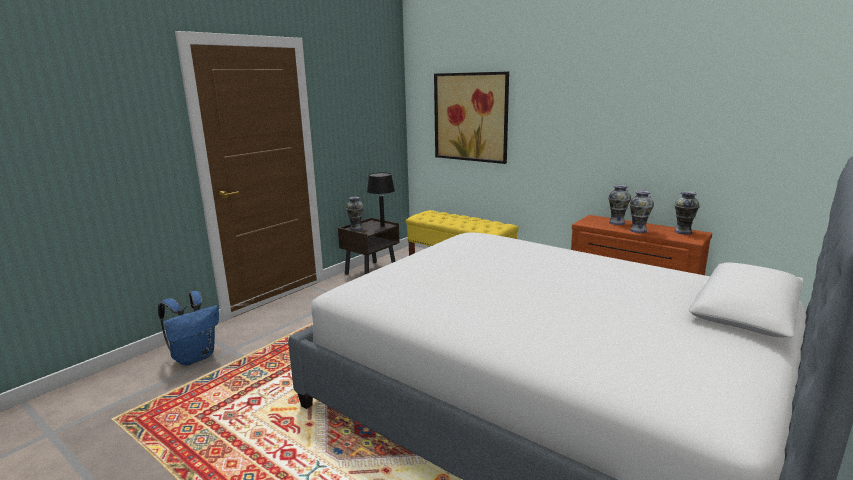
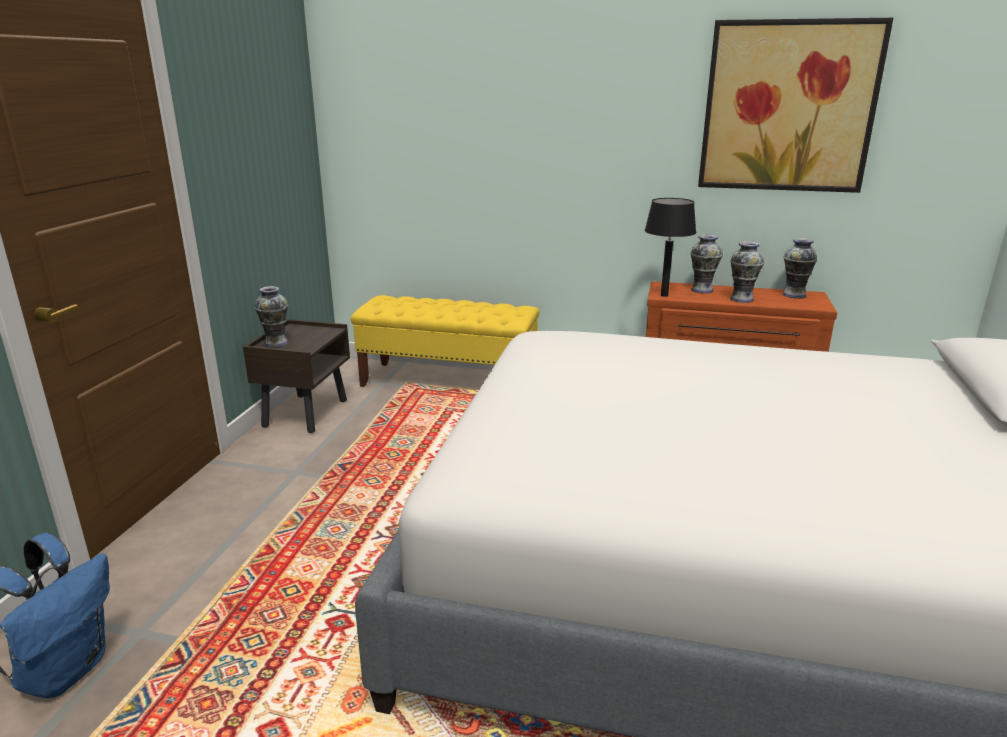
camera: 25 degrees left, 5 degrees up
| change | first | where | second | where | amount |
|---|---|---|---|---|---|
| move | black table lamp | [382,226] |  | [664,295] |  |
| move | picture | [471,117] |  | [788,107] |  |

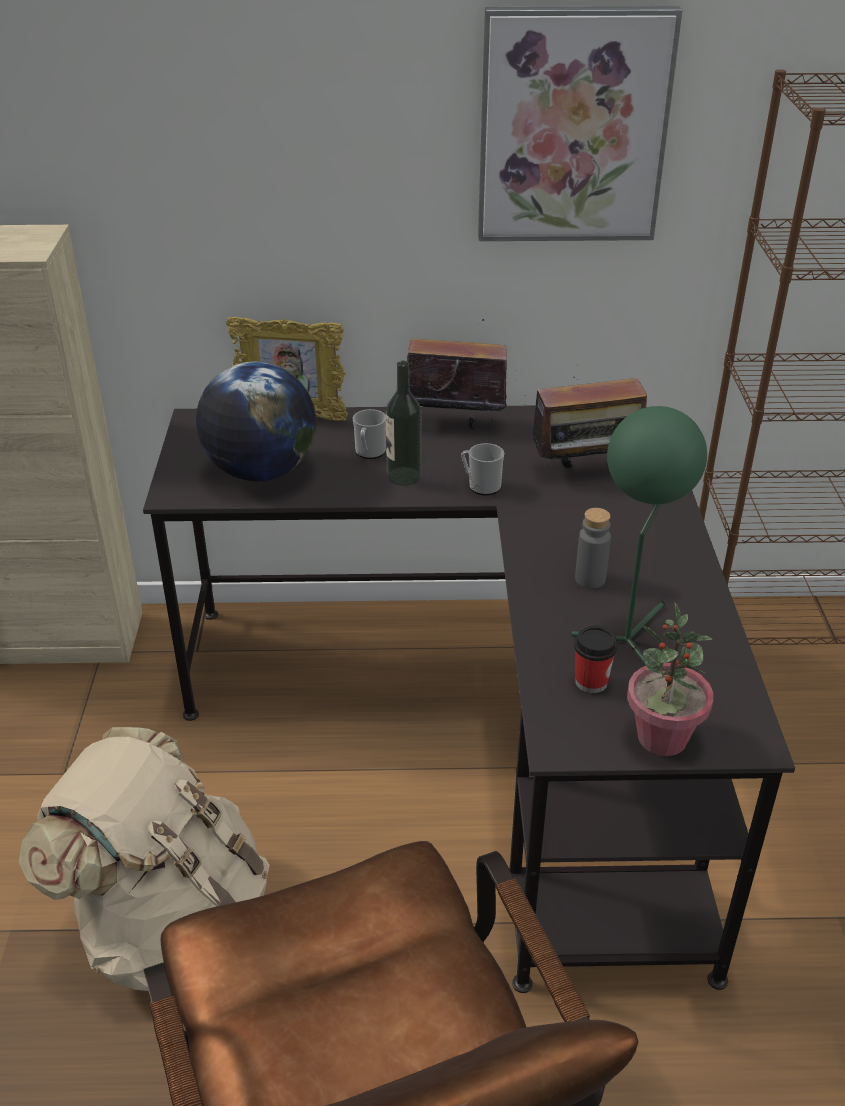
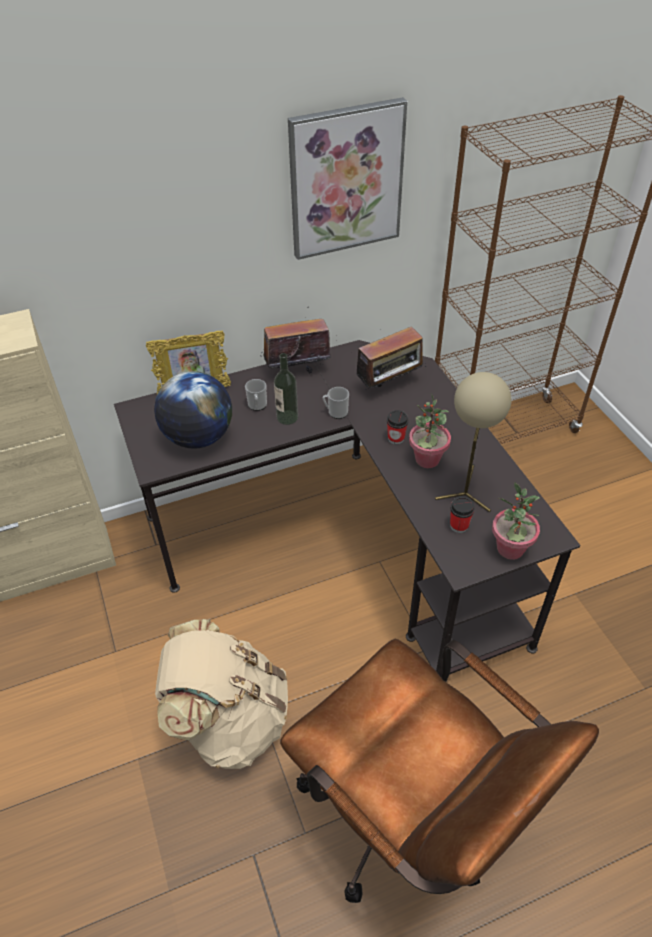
camera: 20 degrees left, 10 degrees up
| change | first | where | second | where | amount |
|---|---|---|---|---|---|
| recolor | green table lamp | [631,636] | beige table lamp | [466,490] |  |
| replace | grey bottle | [590,579] | potted plant | [427,459] |  |
| insert |  |  | cup | [396,438] |  |

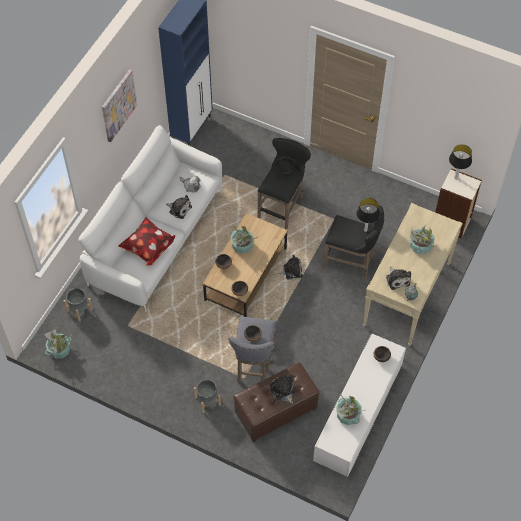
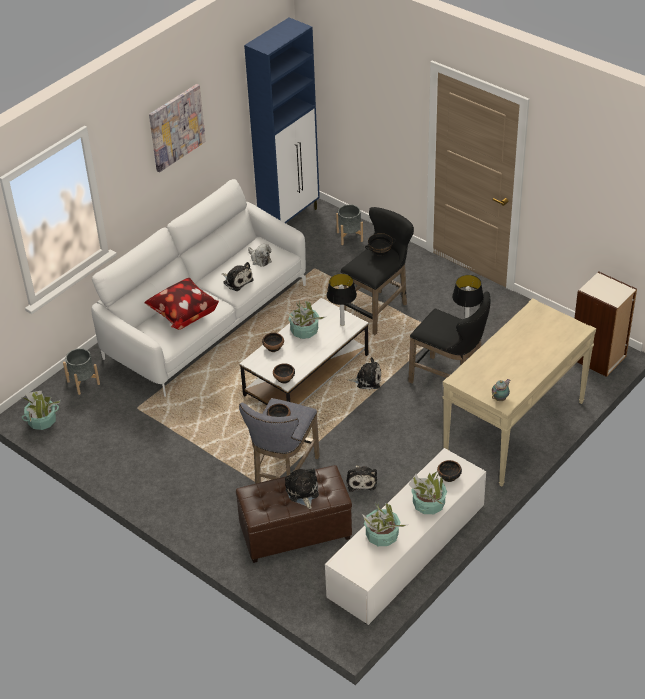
camera: 15 degrees right, 15 degrees down
| change | first | where | second | where | amount |
|---|---|---|---|---|---|
| move | grey planter | [207,400] |  | [349,236] |  |
| recolor | brown coffee table | [245,274] | white coffee table | [306,375] |  |
| move | plush toy | [397,279] |  | [361,481] |  |
| move | potted plant | [420,246] |  | [428,504] |  |
| move | table lamp | [455,178] |  | [342,324] |  |

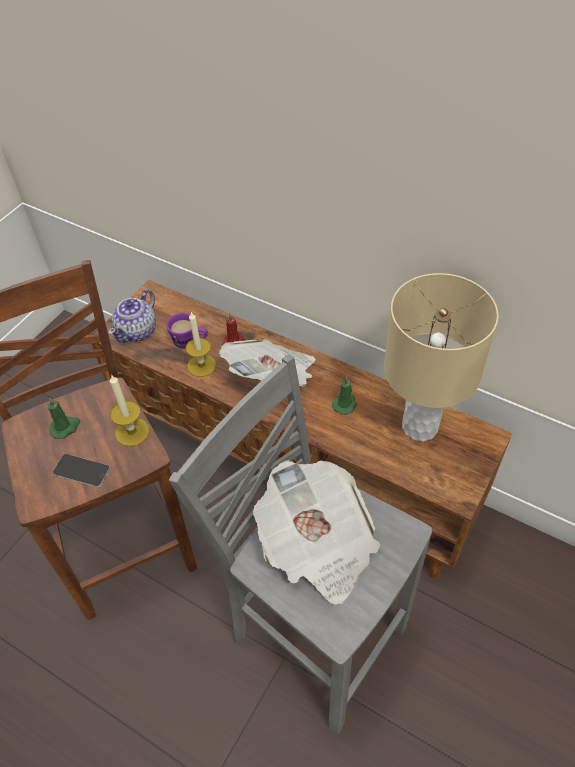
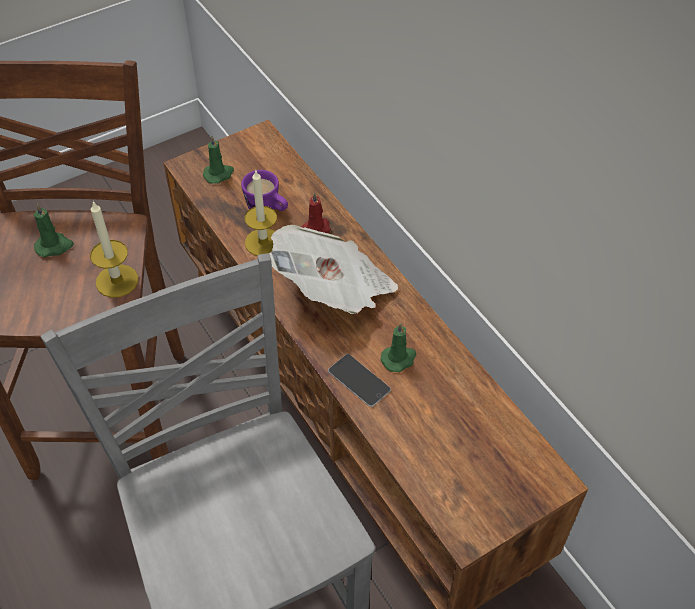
camera: 25 degrees right, 0 degrees up
| change | first | where | second | where | amount |
|---|---|---|---|---|---|
| move | phone | [81,470] |  | [359,380] |  |
| replace | teapot | [137,331] | green candle | [219,174] |  |
| delete | newspaper | [318,545] |  |  |  |
| delete | beige table lamp | [419,427] |  |  |  |

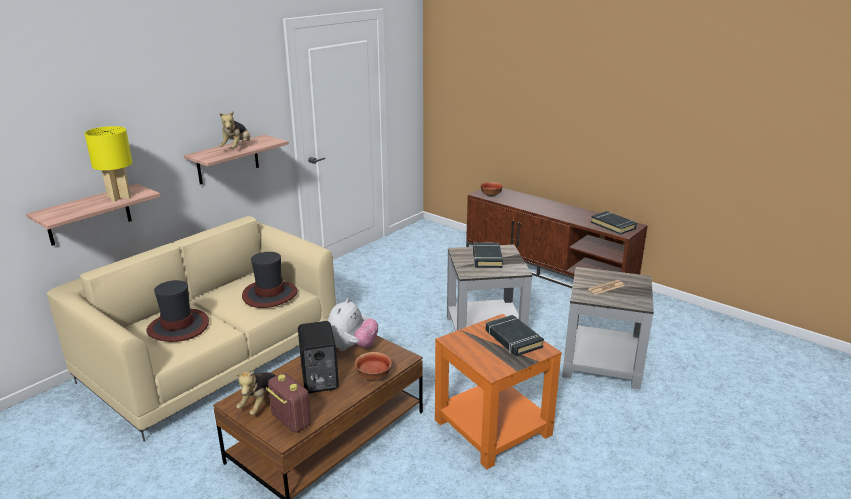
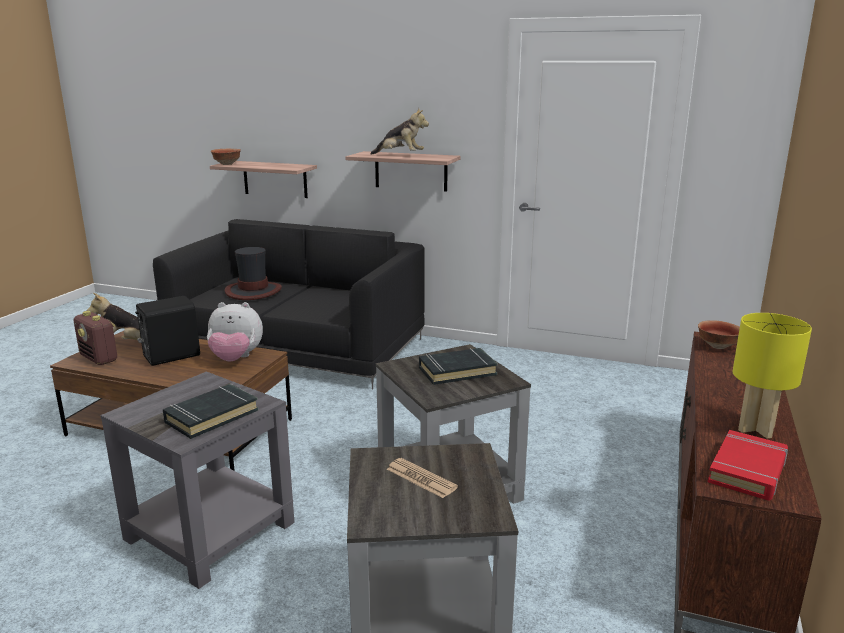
camera: 70 degrees right, 5 degrees down
| change | first | where | second | where | amount |
|---|---|---|---|---|---|
| recolor | beige sofa | [212,356] | black sofa | [299,347] |  |
| move | yellow table lamp | [119,197] |  | [756,428] |  |
| rotate | plush toy | [237,148] |  | [400,155] | 150 degrees counterclockwise |
| delete | hat | [270,295] |  |  |  |
| rotate | radio | [291,420] |  | [99,359] | 105 degrees clockwise |
| move | bowl | [374,376] |  | [227,164] |  |
| recolor | orange side table | [494,427] | grey side table | [210,532] |  |
| recolor | black book | [613,225] | red book | [748,471] |  |

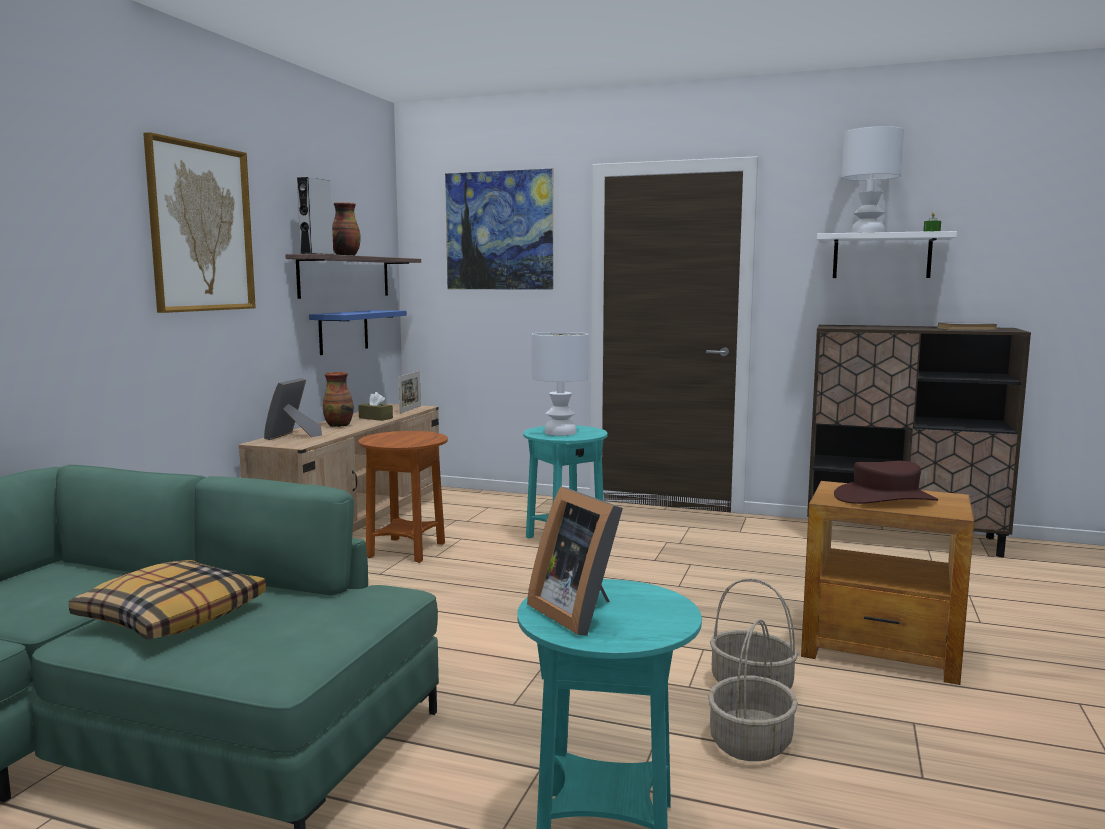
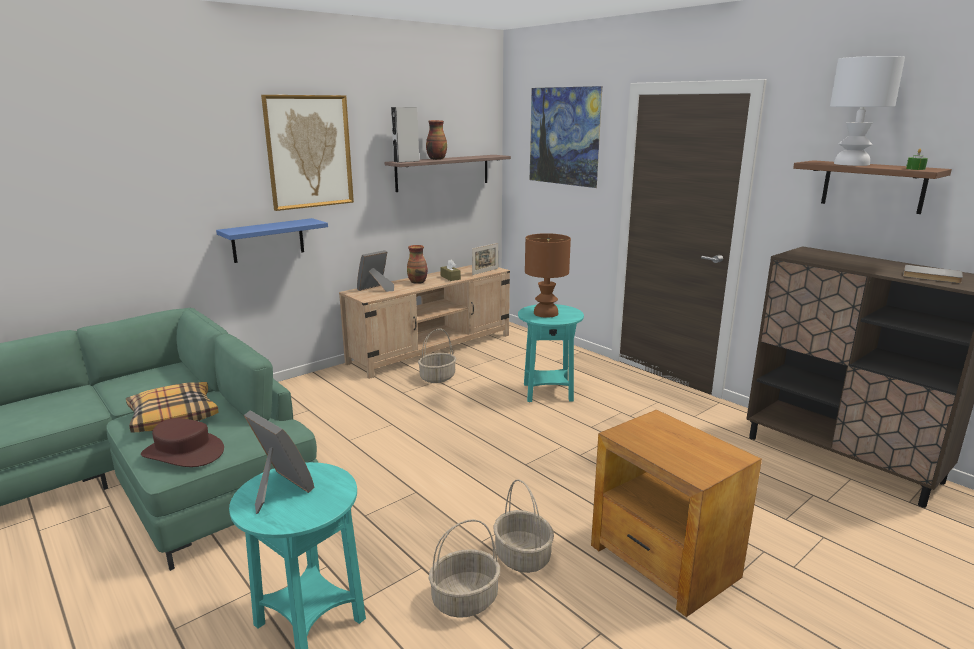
camera: 30 degrees right, 10 degrees up
| change | first | where | second | where | amount |
|---|---|---|---|---|---|
| move | blue shelf | [343,331] |  | [268,240] |  |
| replace | brown side table | [406,551] | basket | [437,378] |  |
| rotate | picture frame | [579,612] |  | [278,490] | 135 degrees clockwise |
| recolor | white table lamp | [559,432] | brown table lamp | [545,313] |  |
| recolor | white shelf | [881,256] | brown shelf | [873,186] |  |
| move | brown hat | [885,498] |  | [184,452] |  |

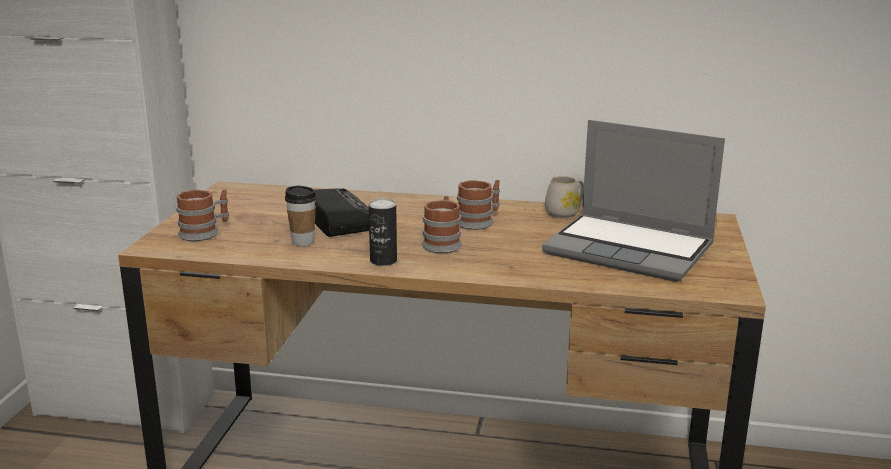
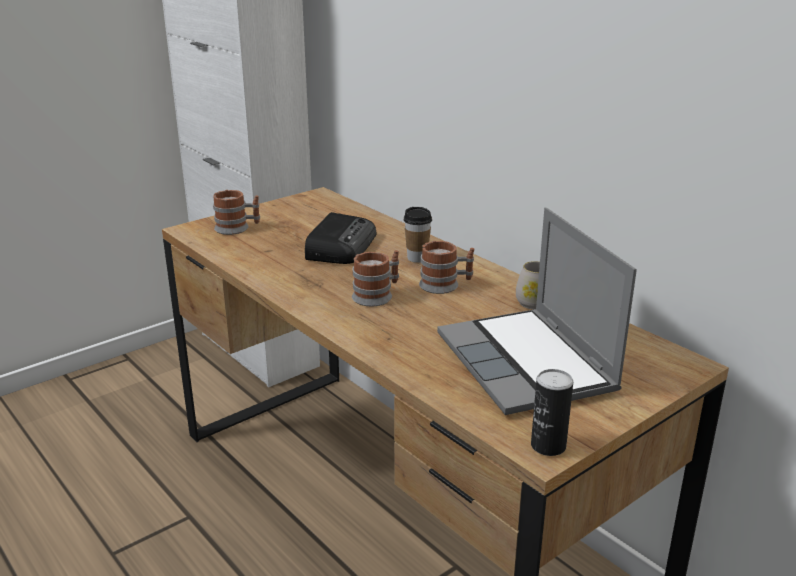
camera: 40 degrees right, 5 degrees up
| change | first | where | second | where | amount |
|---|---|---|---|---|---|
| move | cup | [303,241] |  | [417,258] |  |
| move | can | [383,261] |  | [548,446] |  |

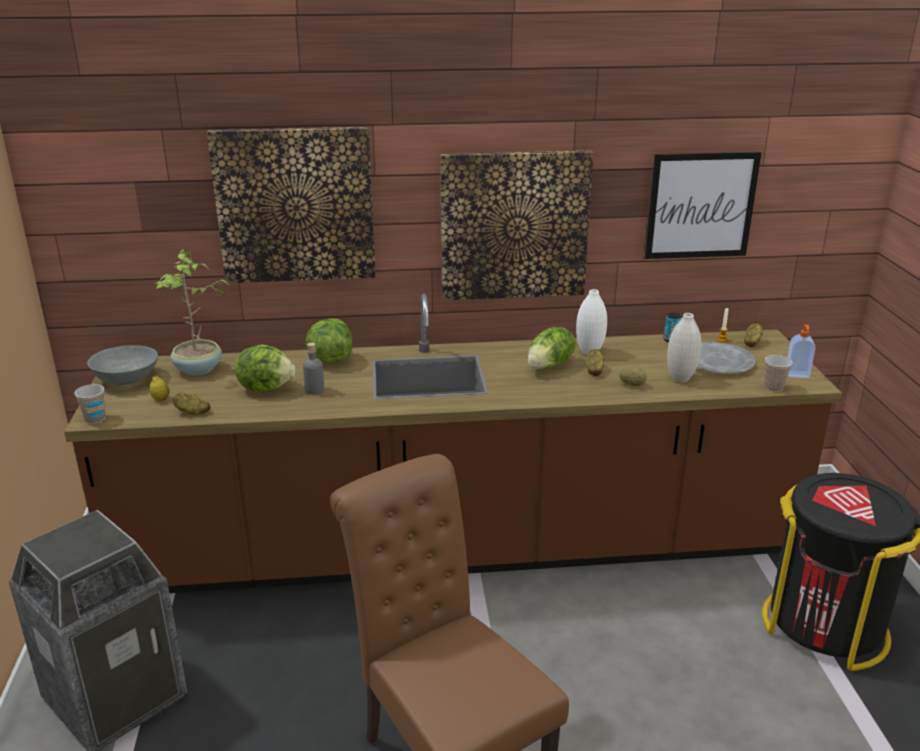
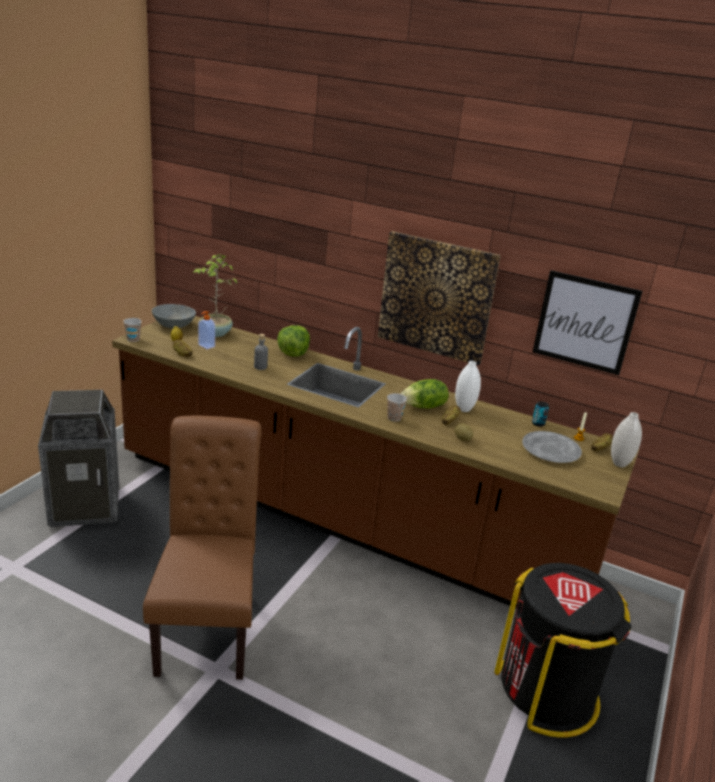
camera: 30 degrees right, 0 degrees up
| change | first | where | second | where | amount |
|---|---|---|---|---|---|
| delete | picture | [295,205] |  |  |  |
| delete | lettuce | [266,388] |  |  |  |
| move | white vase | [680,379] |  | [619,464] |  |
| move | cup | [773,388] |  | [394,418] |  |
| move | soap dispenser | [797,374] |  | [206,346] |  |

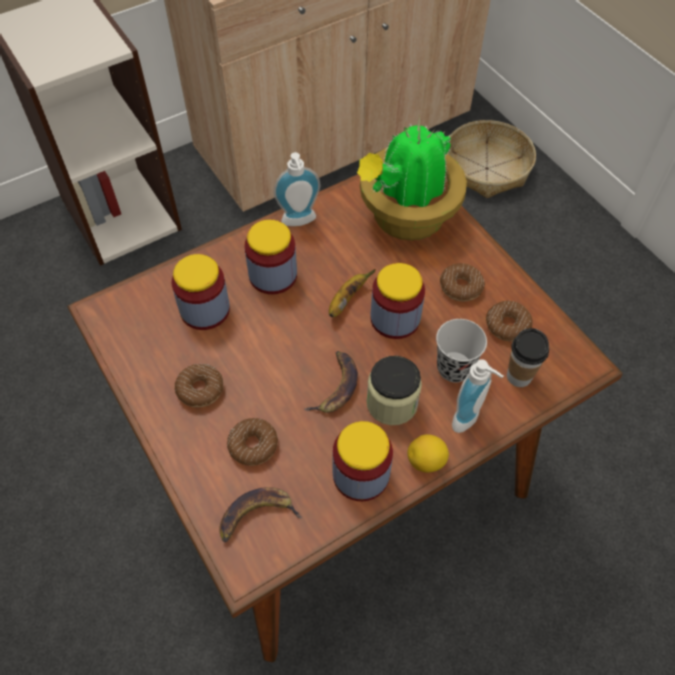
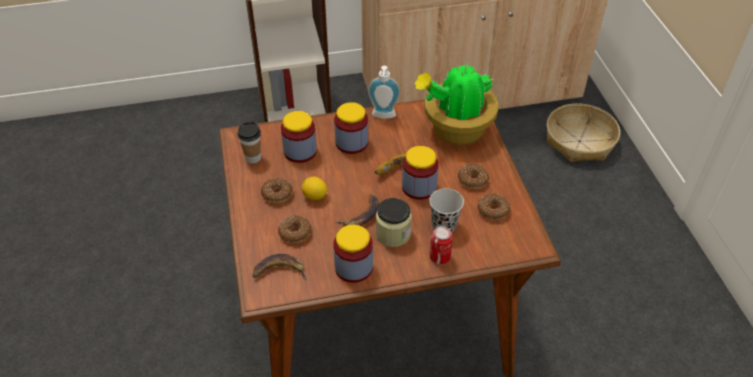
camera: 20 degrees right, 10 degrees down
| change | first | where | second | where | amount |
|---|---|---|---|---|---|
| move | lemon | [426,461] |  | [314,196] |  |
| replace | soap dispenser | [470,419] | can | [439,257] |  |
| move | cup | [519,376] |  | [253,158] |  |

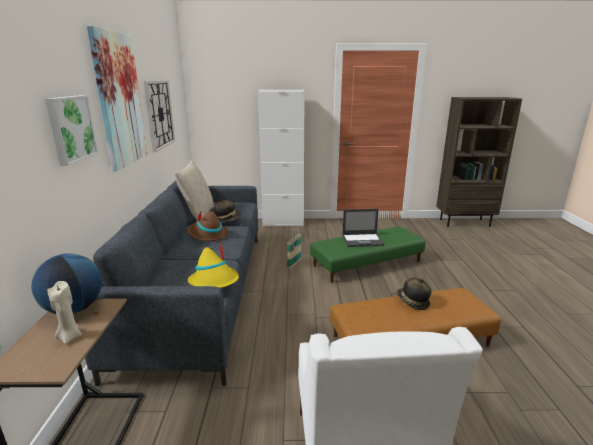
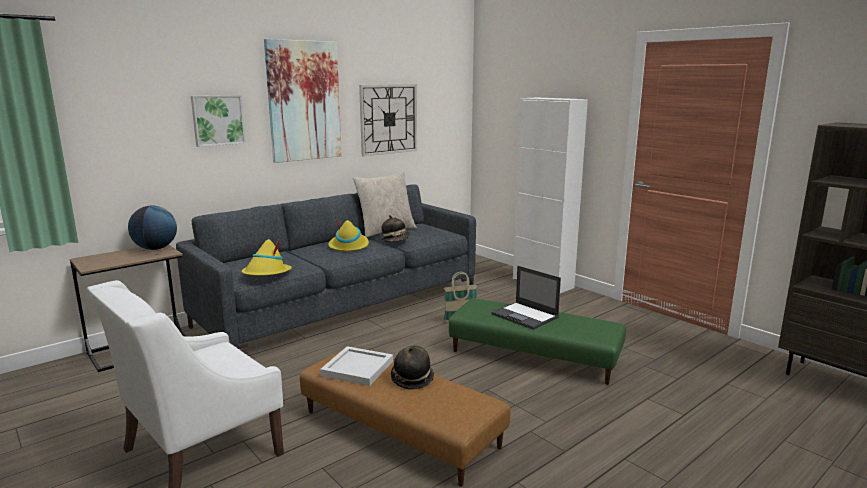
camera: 50 degrees right, 5 degrees down
| change | first | where | second | where | amount |
|---|---|---|---|---|---|
| delete | beige candle | [69,337] |  |  |  |
| recolor | brown hat | [207,234] | yellow hat | [348,246] |  |
| insert |  |  | white tray | [359,368] |  |

